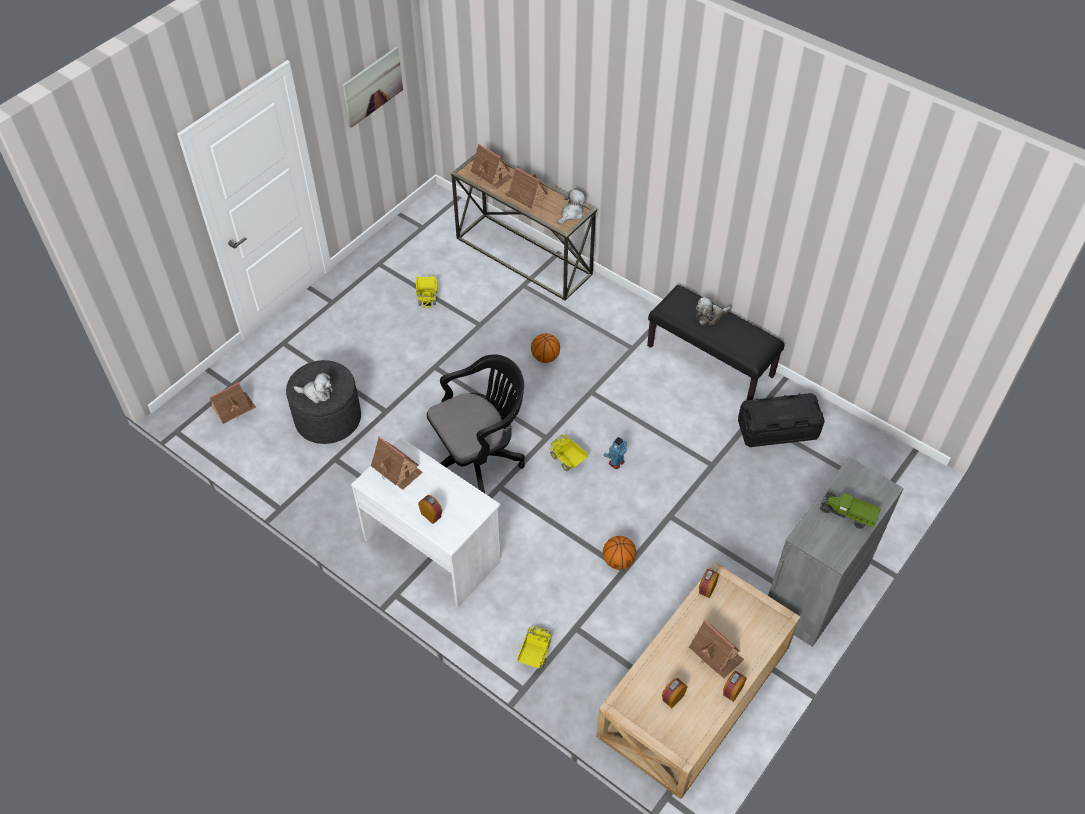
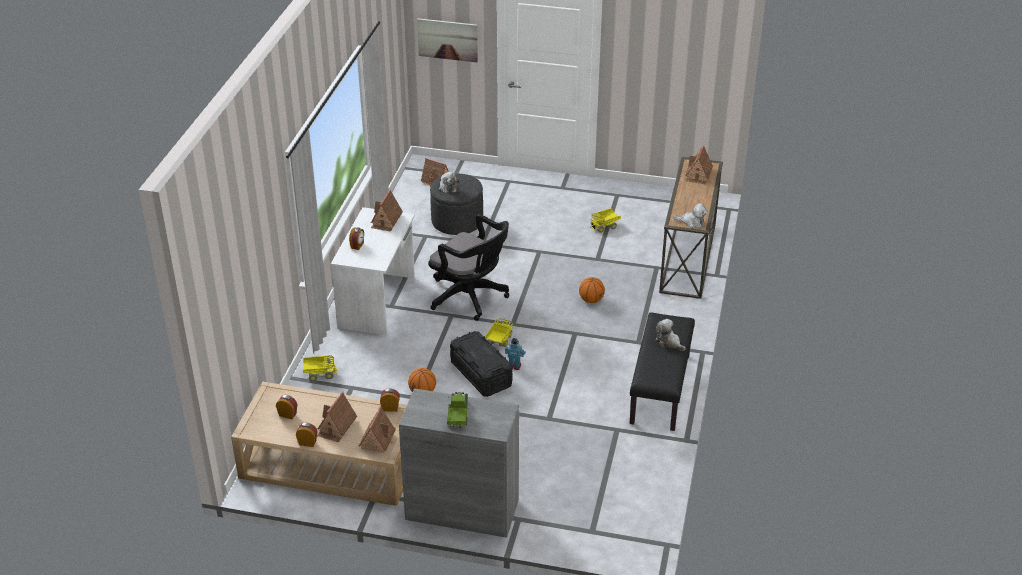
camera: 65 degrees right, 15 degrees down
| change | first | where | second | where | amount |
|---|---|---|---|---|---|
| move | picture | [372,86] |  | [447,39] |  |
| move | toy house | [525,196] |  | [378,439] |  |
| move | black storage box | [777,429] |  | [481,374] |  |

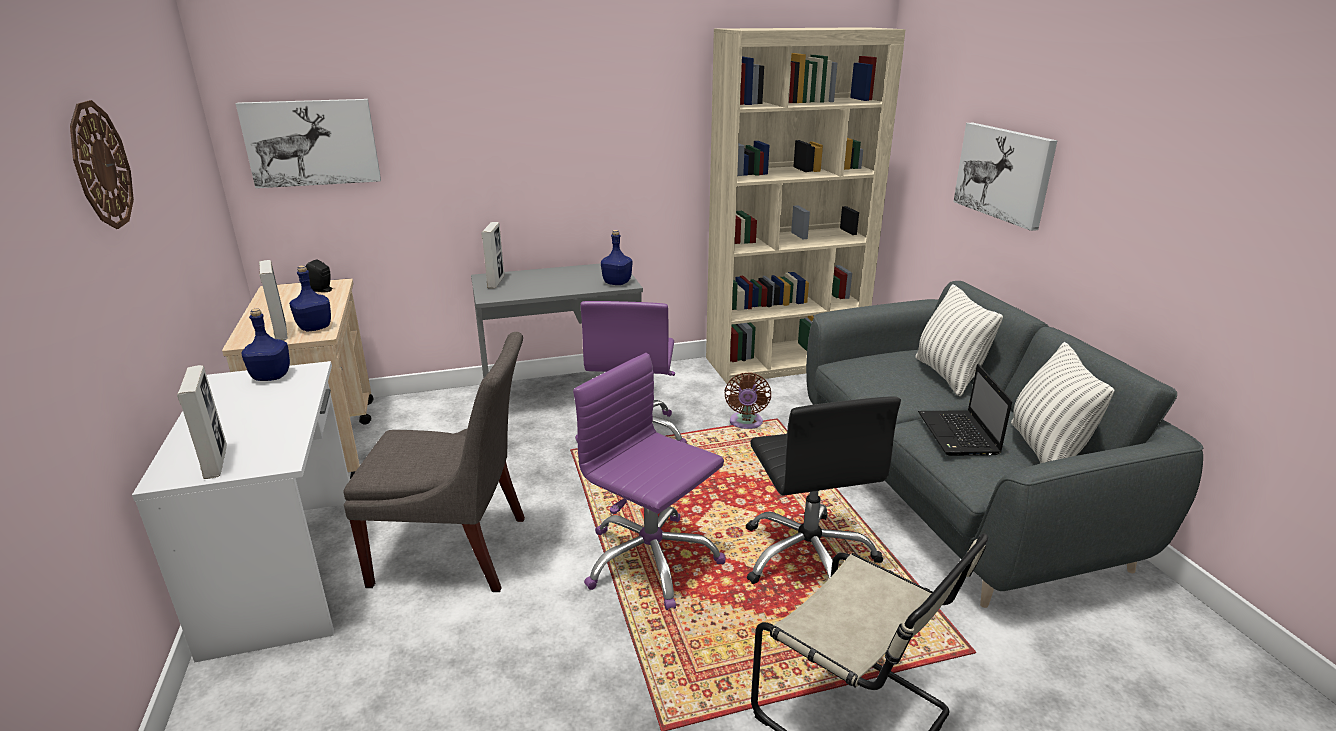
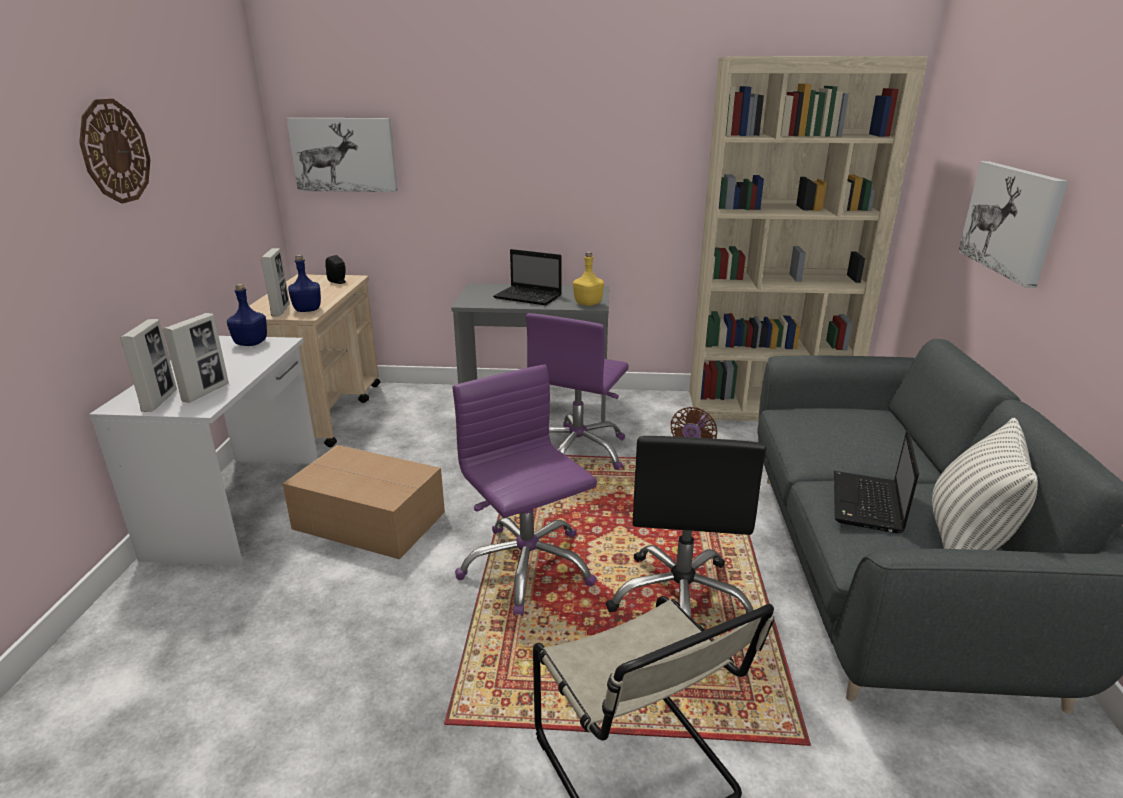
camera: 20 degrees right, 0 degrees up
| change | first | where | second | where | amount |
|---|---|---|---|---|---|
| replace | grey chair | [457,552] | cardboard box | [370,521] |  |
| move | picture frame | [496,282] |  | [206,392] |  |
| recolor | blue bottle | [617,283] | yellow bottle | [588,303] |  |
| delete | pillow | [948,375] |  |  |  |
| insert |  |  | laptop | [529,297] |  |

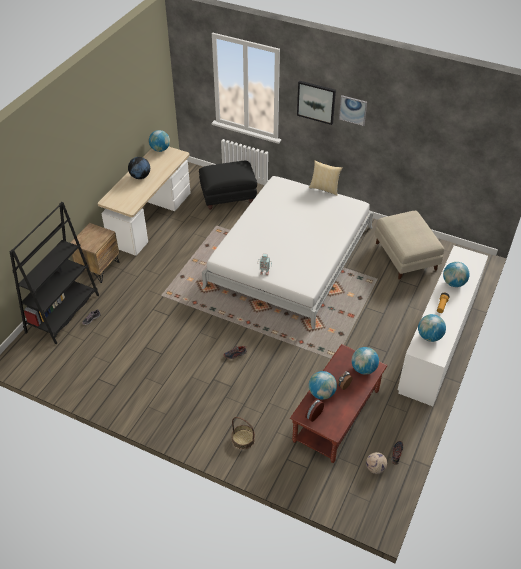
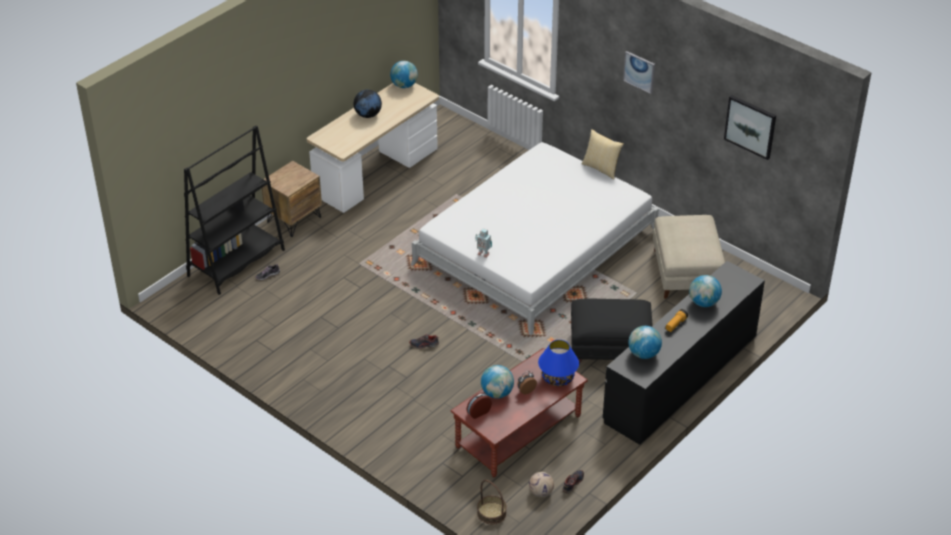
camera: 15 degrees right, 5 degrees down
| change | first | where | second | where | amount |
|---|---|---|---|---|---|
| move | black ottoman | [229,196] |  | [610,349] |  |
| move | basket | [243,439] |  | [491,513] |  |
| move | picture | [316,102] |  | [750,126] |  |
| replace | globe | [363,369] | blue table lamp | [557,378] |  |
| recolor | white dresser | [438,341] | black dresser | [681,378] |  |

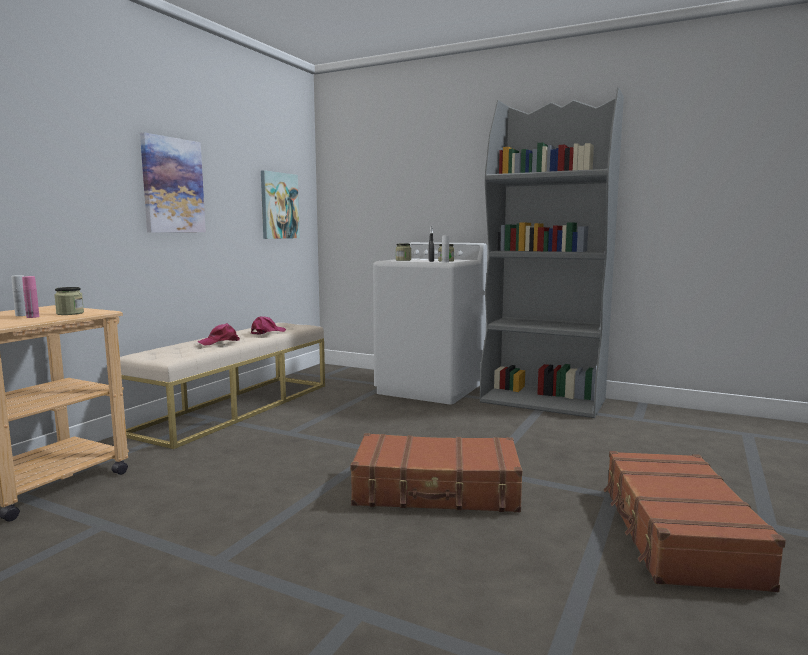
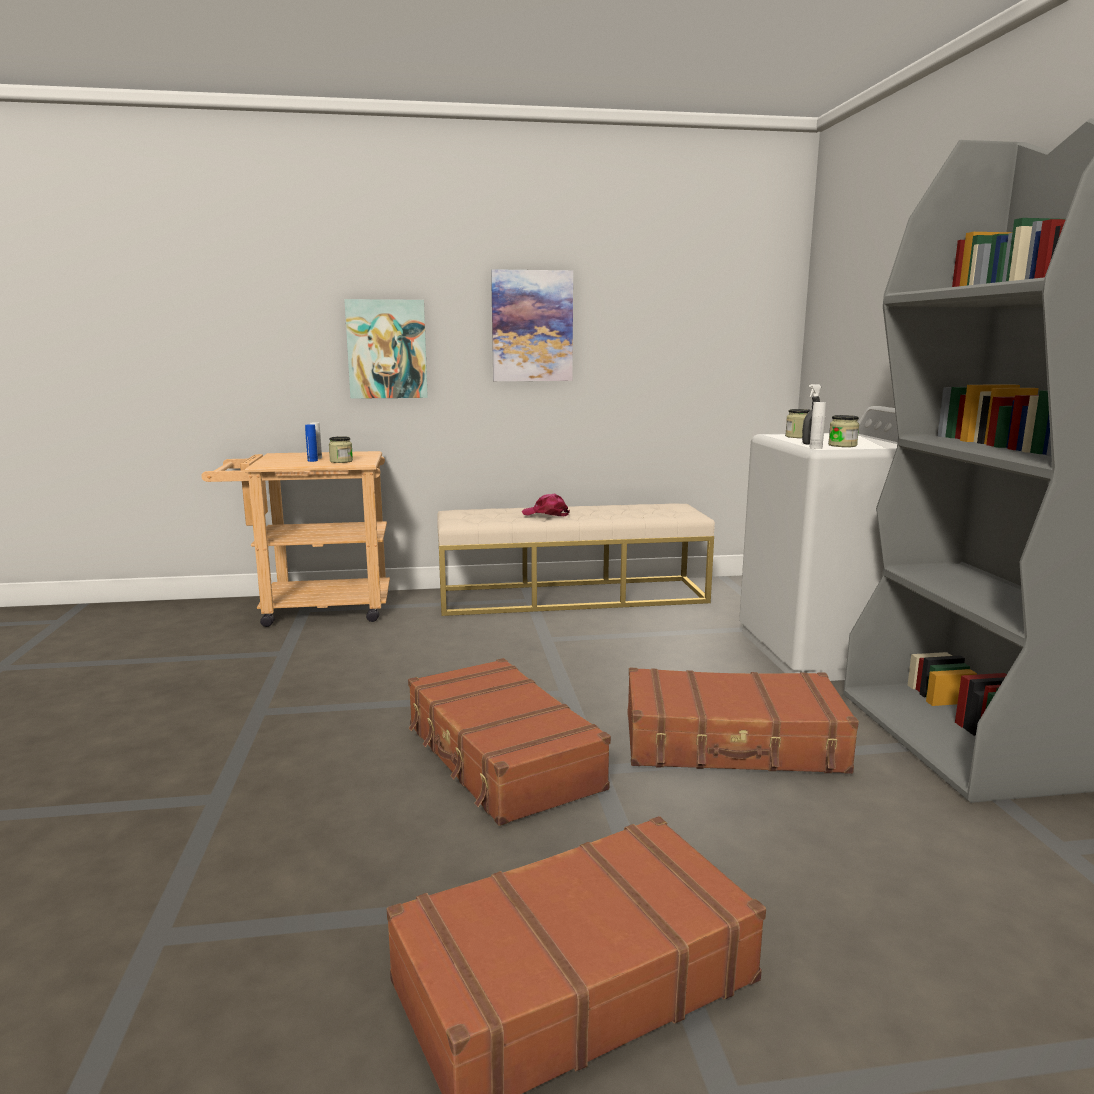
camera: 55 degrees right, 5 degrees up
| change | first | where | second | where | amount |
|---|---|---|---|---|---|
| recolor | pink bottle | [32,317] | blue bottle | [312,460] |  |
| delete | pink cap | [267,332] |  |  |  |
| move | picture | [279,206] |  | [387,349] |  |
| insert |  |  | brown suitcase | [732,743] |  |

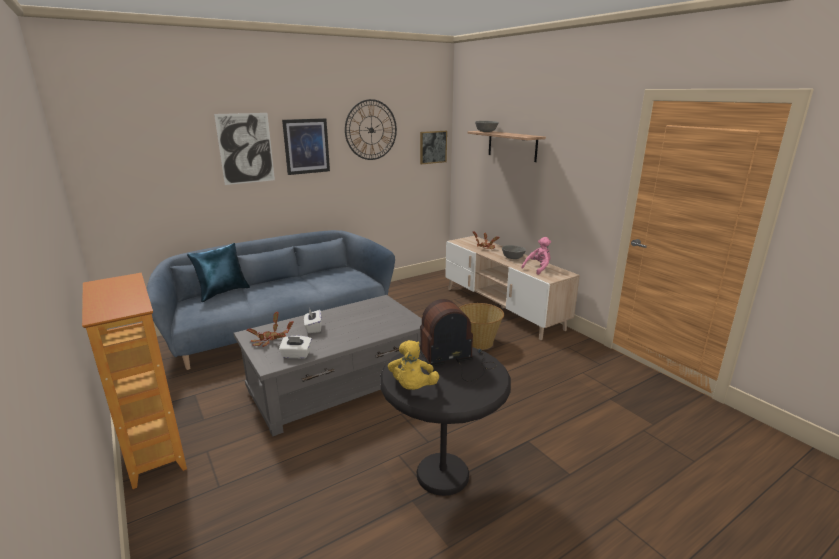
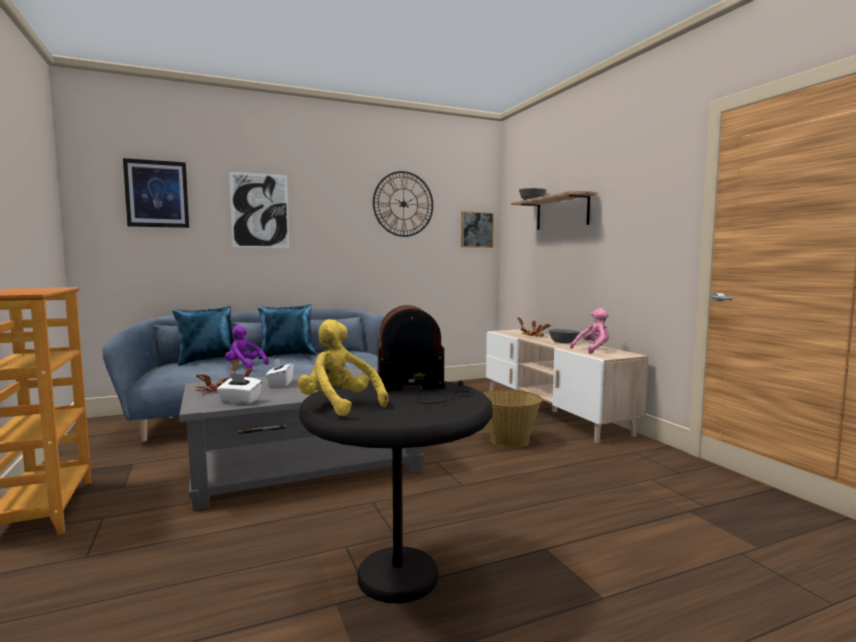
camera: 10 degrees right, 15 degrees down
| change | first | where | second | where | amount |
|---|---|---|---|---|---|
| move | picture | [306,146] |  | [157,194] |  |
| rotate | yellow plush toy | [412,387] |  | [339,405] | 120 degrees clockwise |
| insert |  |  | purple plush toy | [244,366] |  |
| insert |  |  | blue pillow | [287,355] |  |

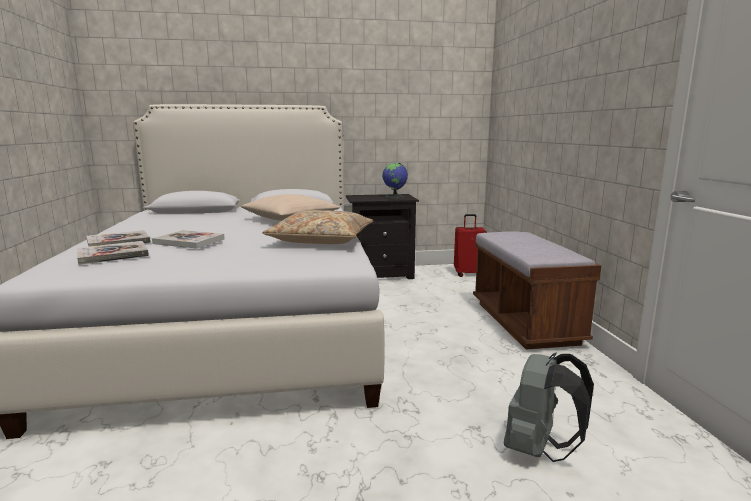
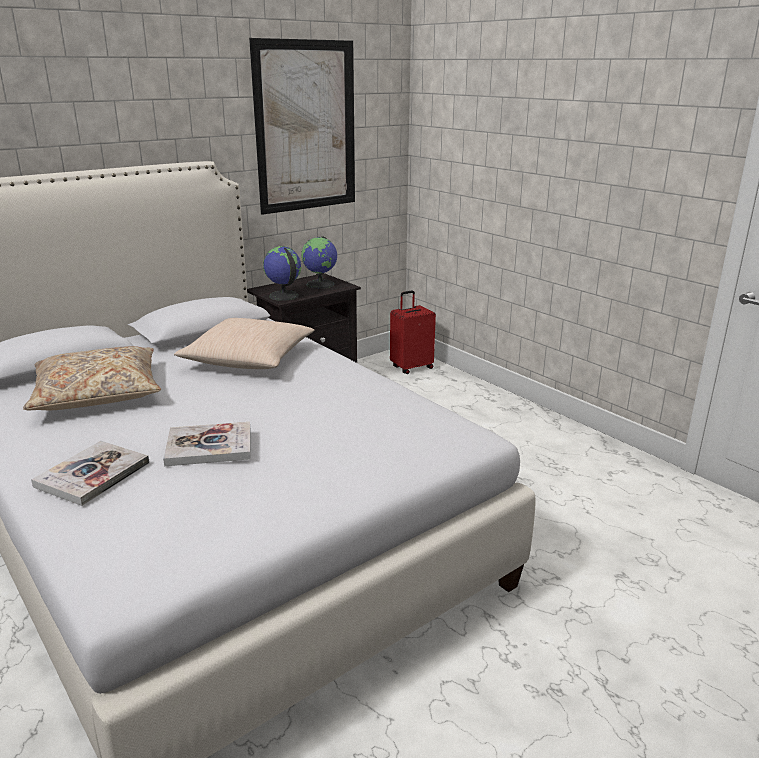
camera: 30 degrees left, 10 degrees up
| change | first | where | second | where | amount |
|---|---|---|---|---|---|
| delete | book | [113,255] |  |  |  |
| move | beige pillow | [322,240] |  | [97,393] |  |
| delete | brown bench | [524,322] |  |  |  |
| delete | grey backpack | [539,449] |  |  |  |
| insert |  |  | picture | [306,127] |  |
| insert |  |  | globe | [283,296] |  |

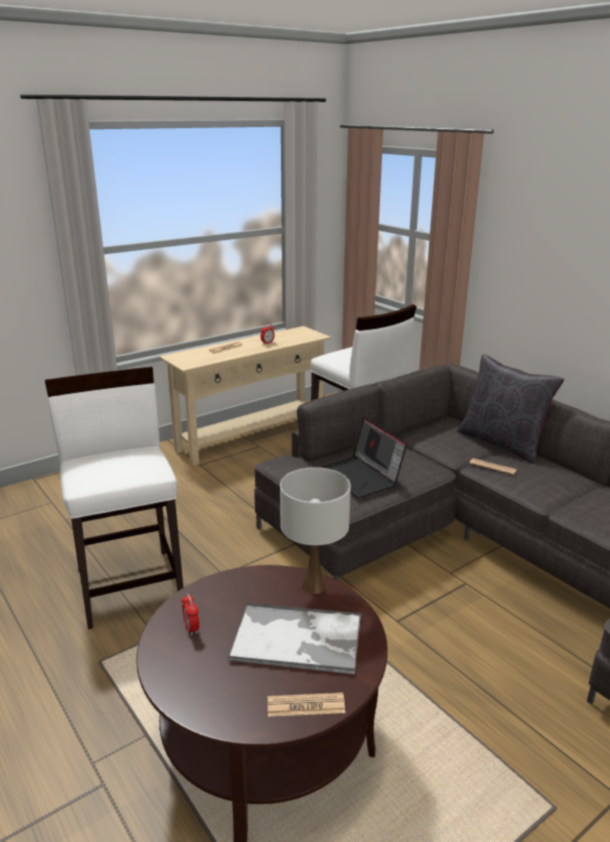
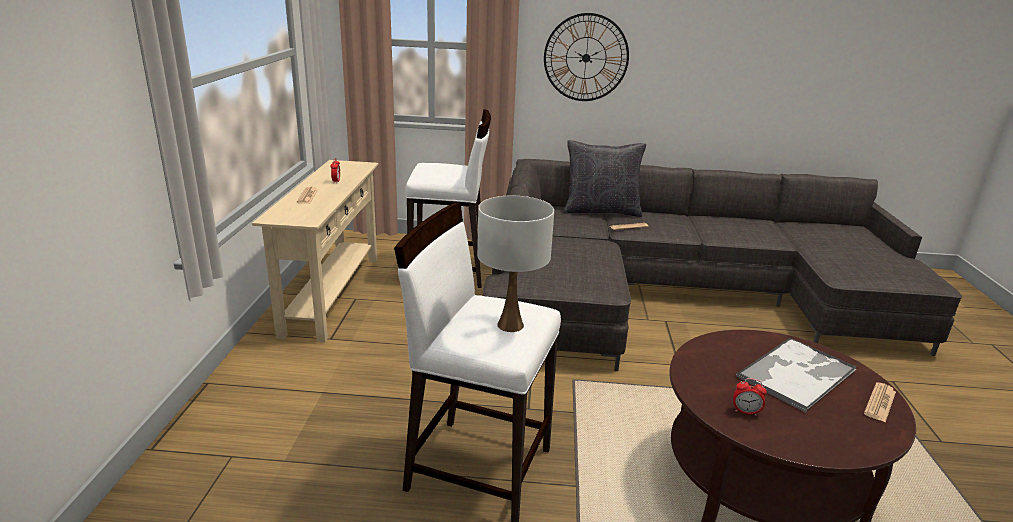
camera: 50 degrees left, 0 degrees up
| change | first | where | second | where | amount |
|---|---|---|---|---|---|
| move | white table lamp | [314,586] |  | [510,325] |  |
| delete | laptop | [361,477] |  |  |  |
| insert |  |  | wall clock | [586,58] |  |

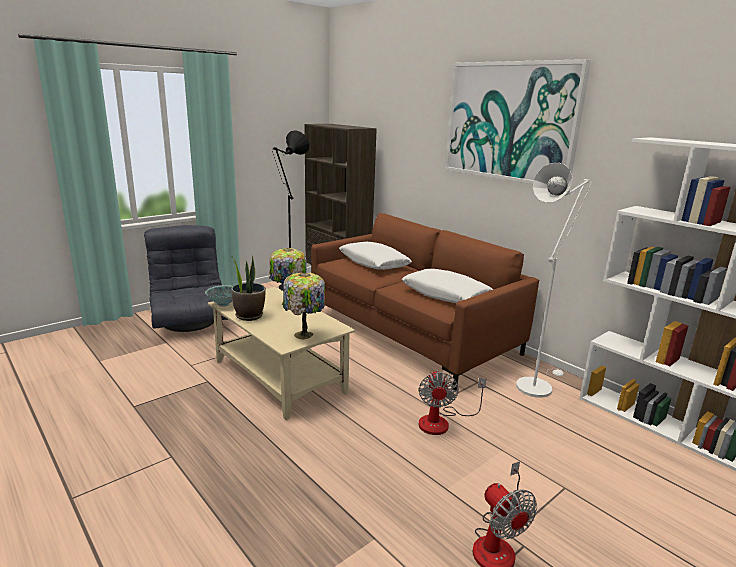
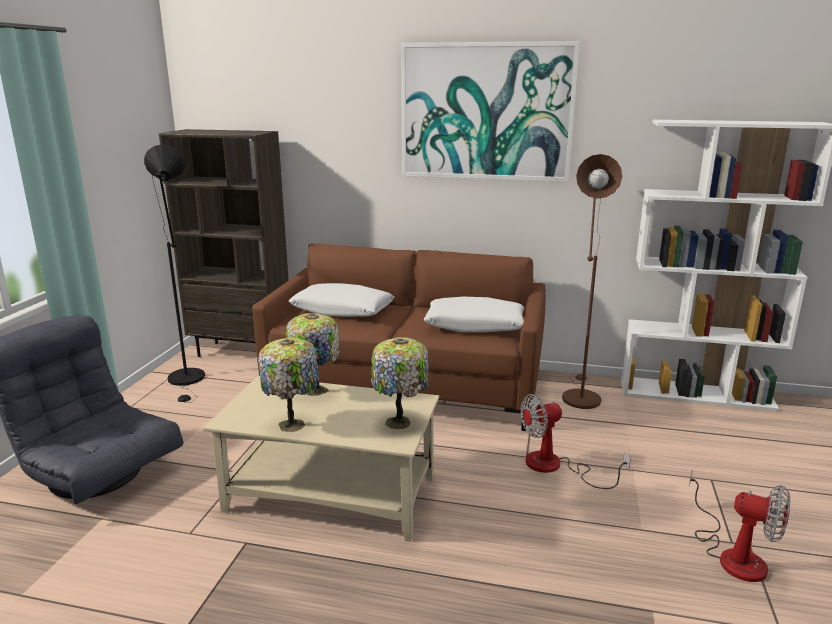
camera: 35 degrees left, 0 degrees up
| change | first | where | second | where | amount |
|---|---|---|---|---|---|
| delete | bowl | [223,304] |  |  |  |
| replace | potted plant | [249,315] | table lamp | [293,424] |  |
| rotate | fan | [442,421] |  | [555,467] | 105 degrees clockwise |
| recolor | white floor lamp | [536,384] | brown floor lamp | [579,396] |  |

